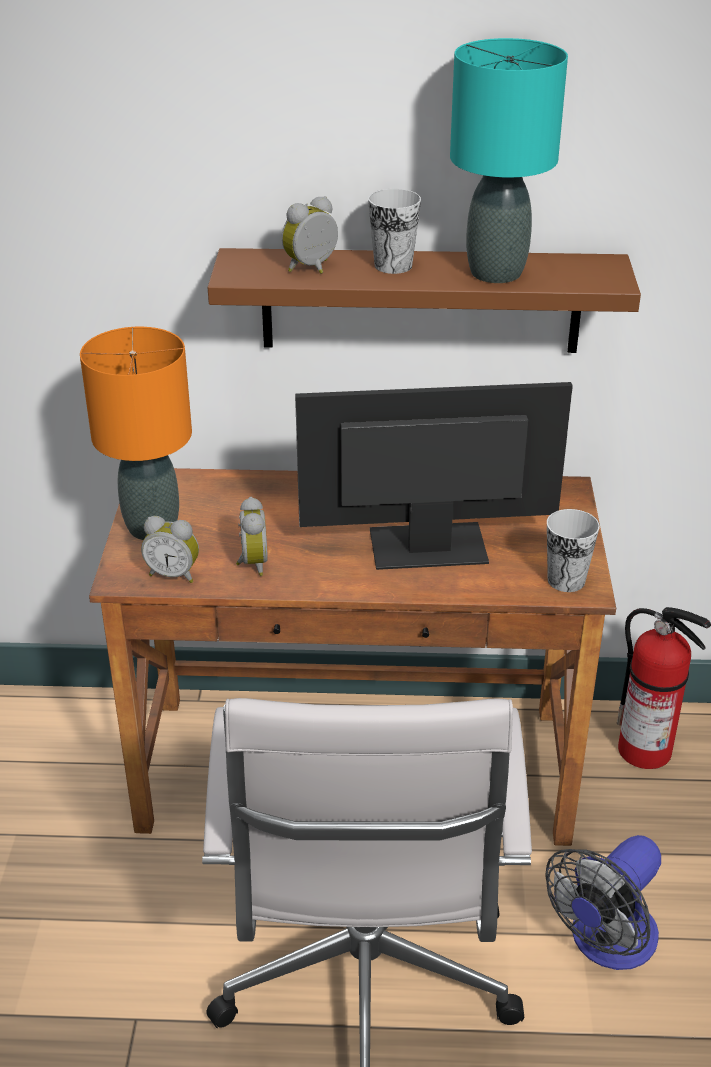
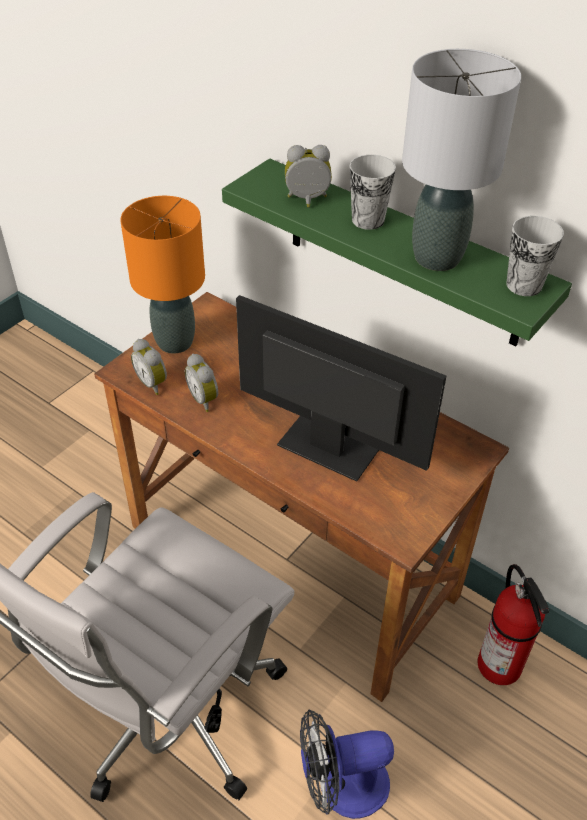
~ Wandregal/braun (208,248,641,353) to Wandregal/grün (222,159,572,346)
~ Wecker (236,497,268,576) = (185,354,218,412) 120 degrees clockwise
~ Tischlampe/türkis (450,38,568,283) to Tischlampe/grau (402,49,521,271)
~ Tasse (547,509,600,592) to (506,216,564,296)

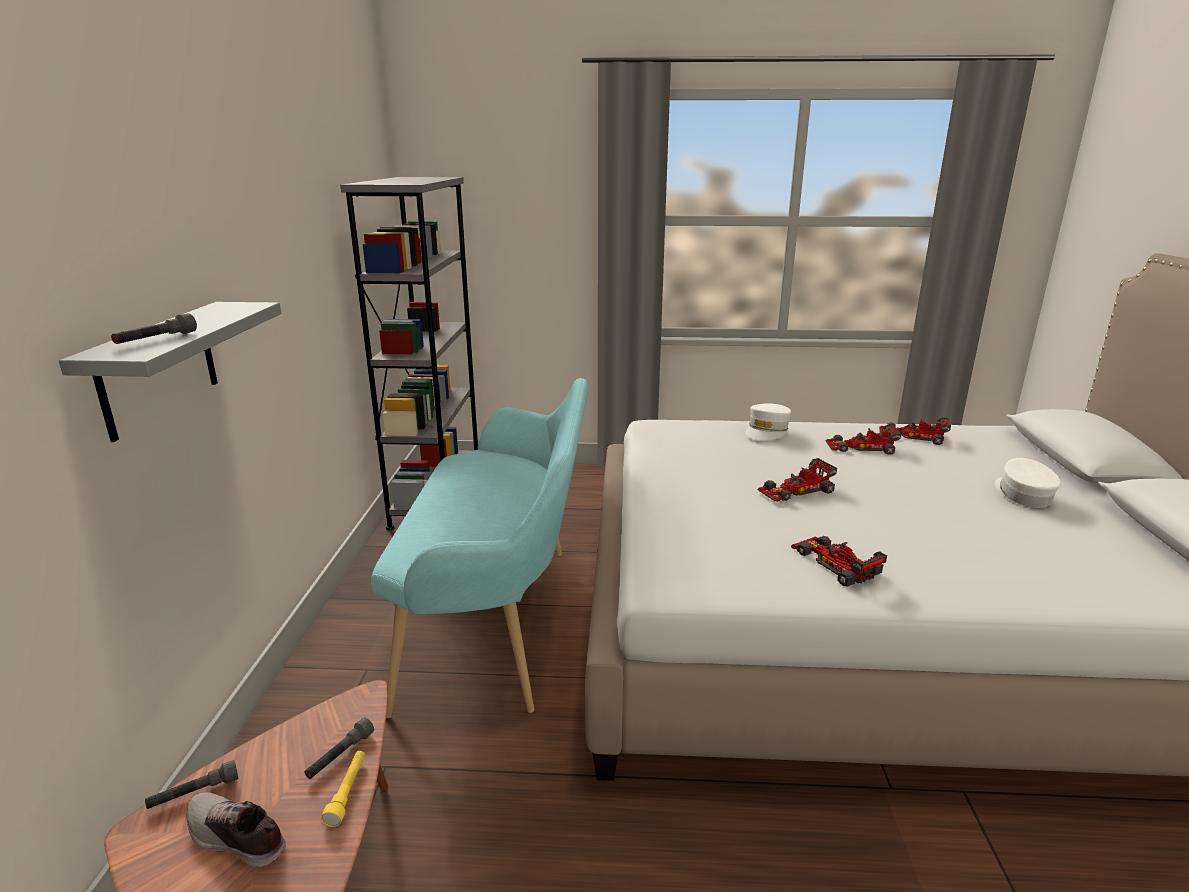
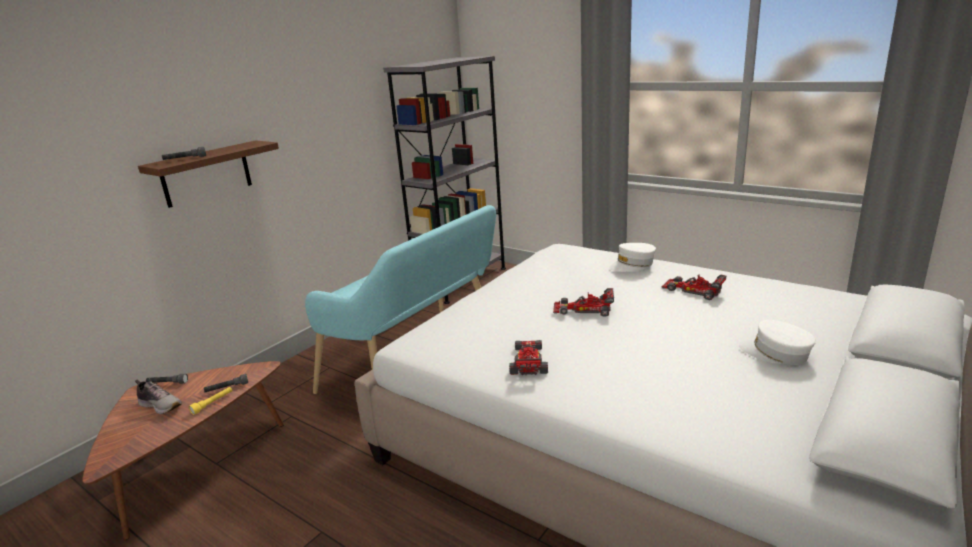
~ Wandregal/grau (59,302,281,442) to Wandregal/braun (138,140,279,208)
~ Schuh (186,792,286,868) = (135,380,182,414) 150 degrees clockwise
- Spielzeugauto (879,417,951,445)
~ Kappe/weiß (995,458,1061,508) = (739,320,816,365) 90 degrees counterclockwise

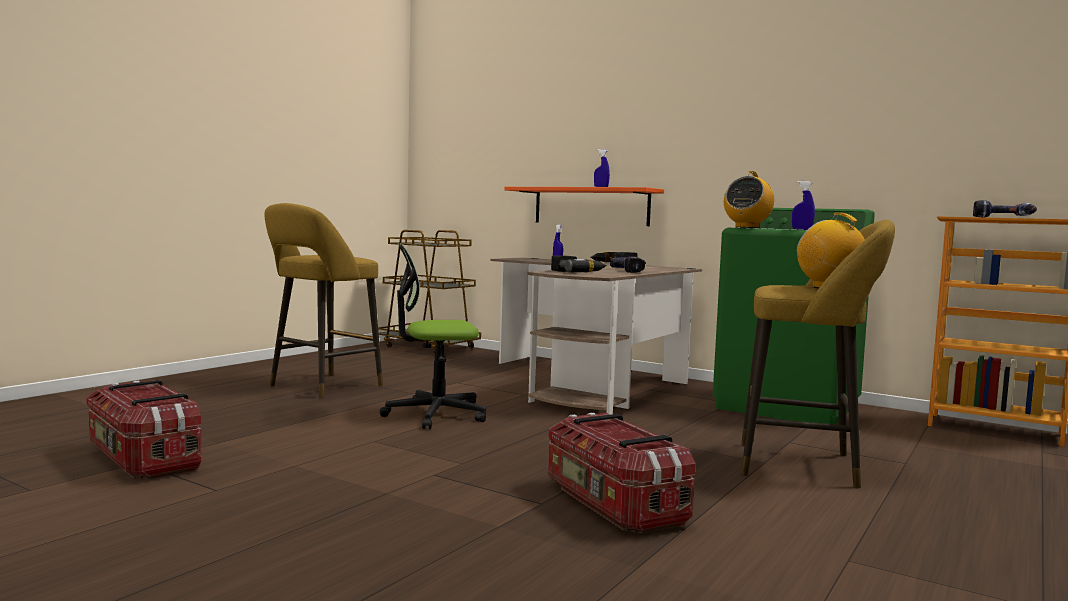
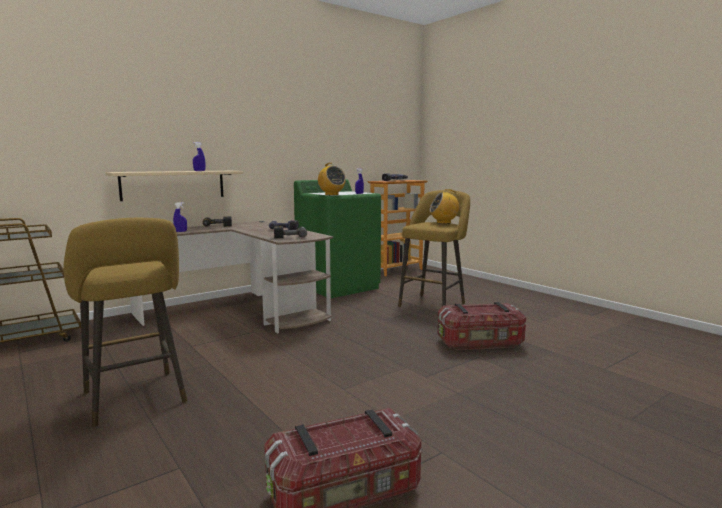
- Bürostuhl (380,243,486,429)
~ Wandregal/orange (504,187,664,226) to Wandregal/beige (105,171,243,201)

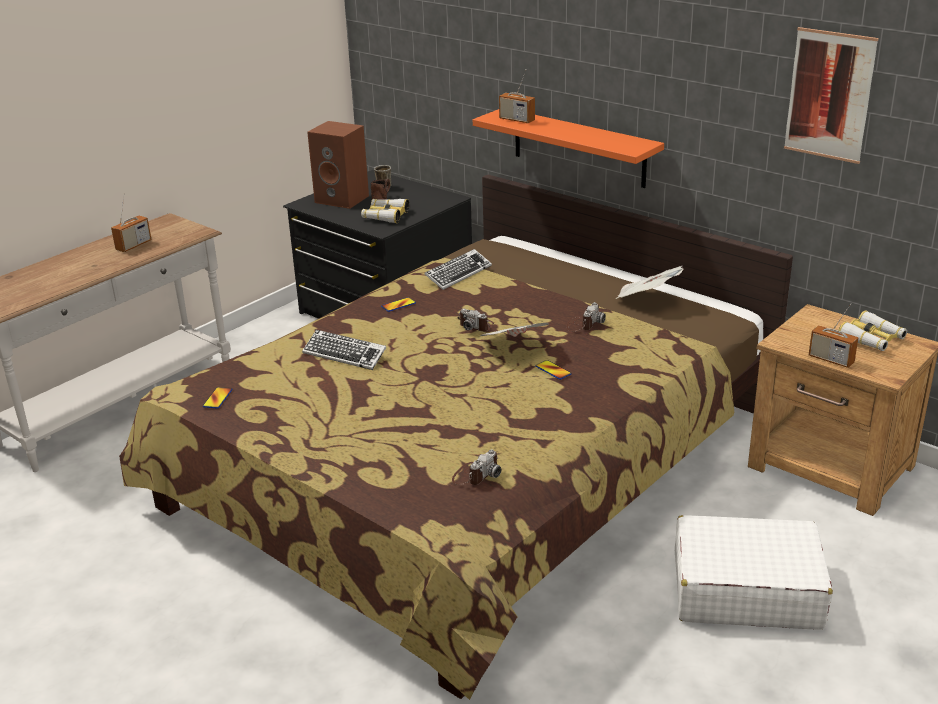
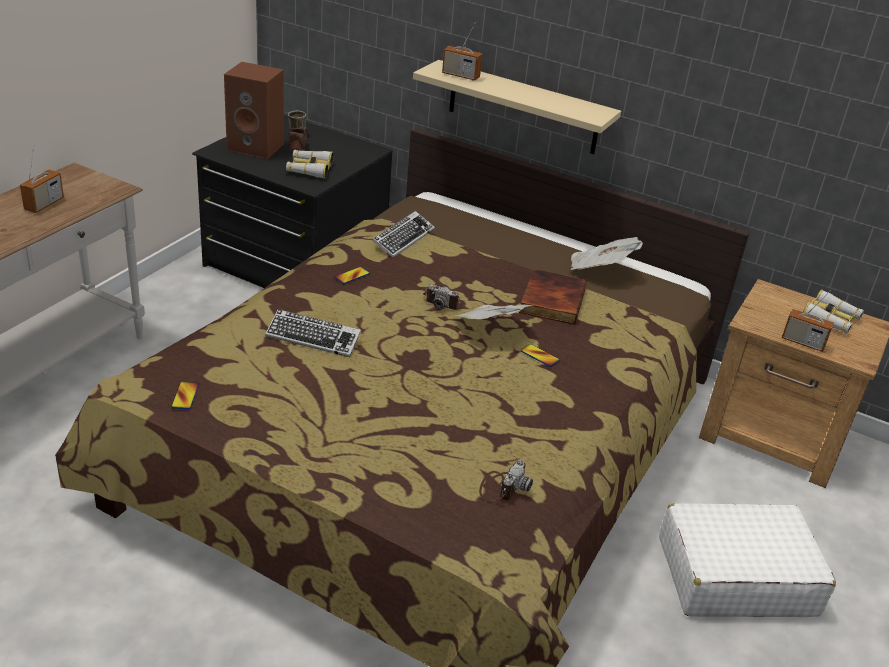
~ Wandregal/orange (473,109,664,188) to Wandregal/beige (413,60,621,154)
~ Kamera (566,302,606,331) to Buch (519,269,587,325)
- Bild (784,27,878,164)

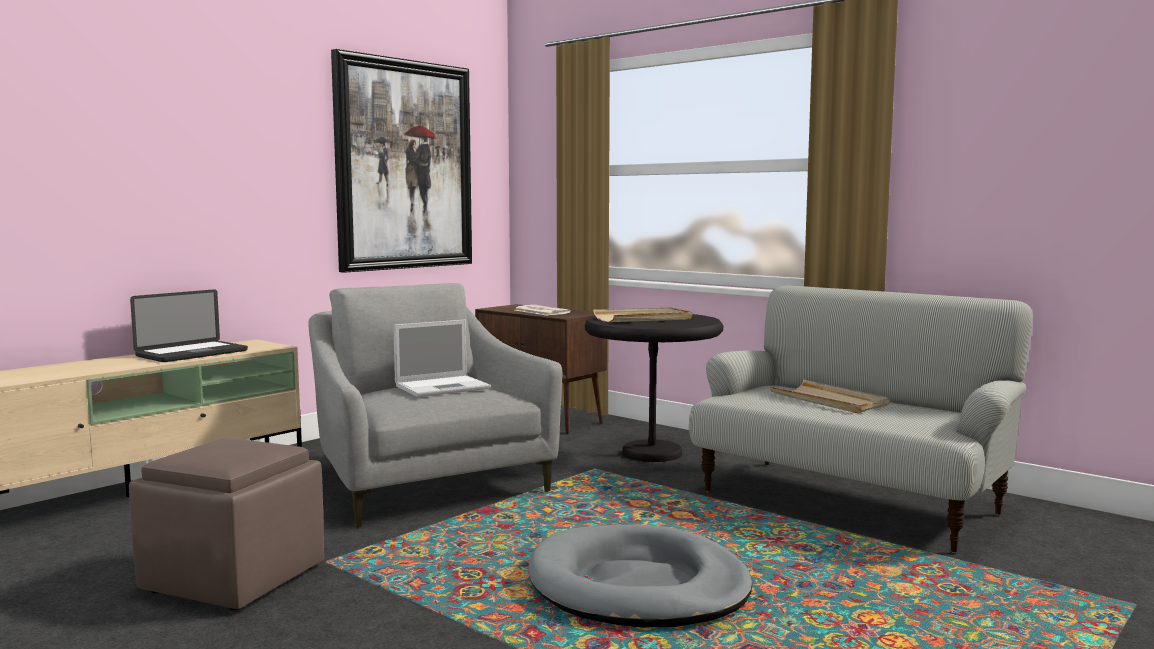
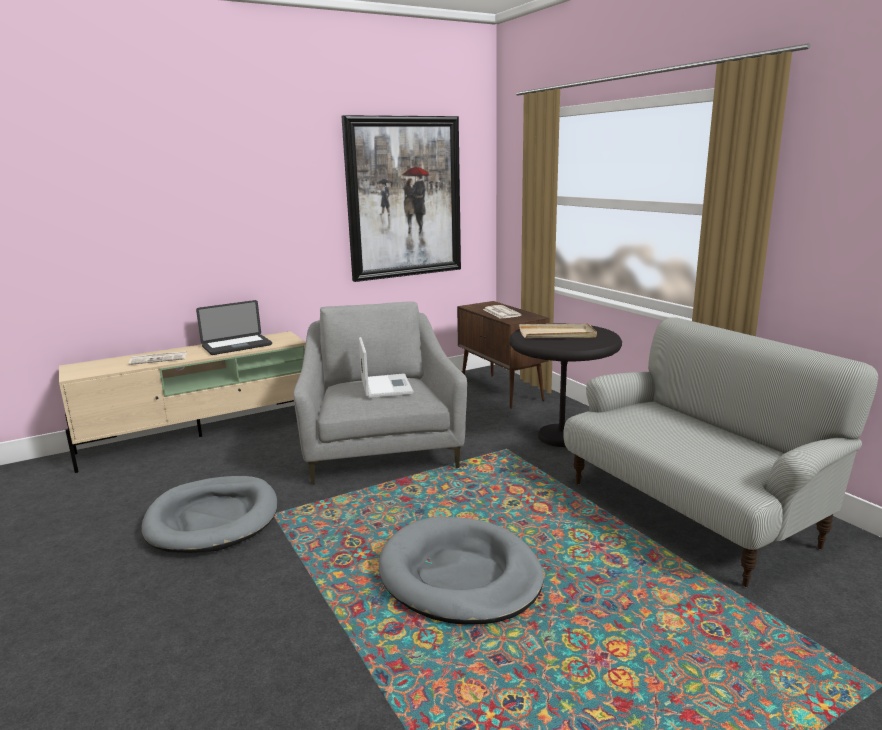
~ Polsterhocker/braun (129,438,324,610) to Hundebett/grau (142,476,278,553)
~ Laptop (393,320,491,397) = (359,337,414,398) 90 degrees counterclockwise
- Tablett/beige (769,380,890,413)
+ Zeitung (129,351,187,365)

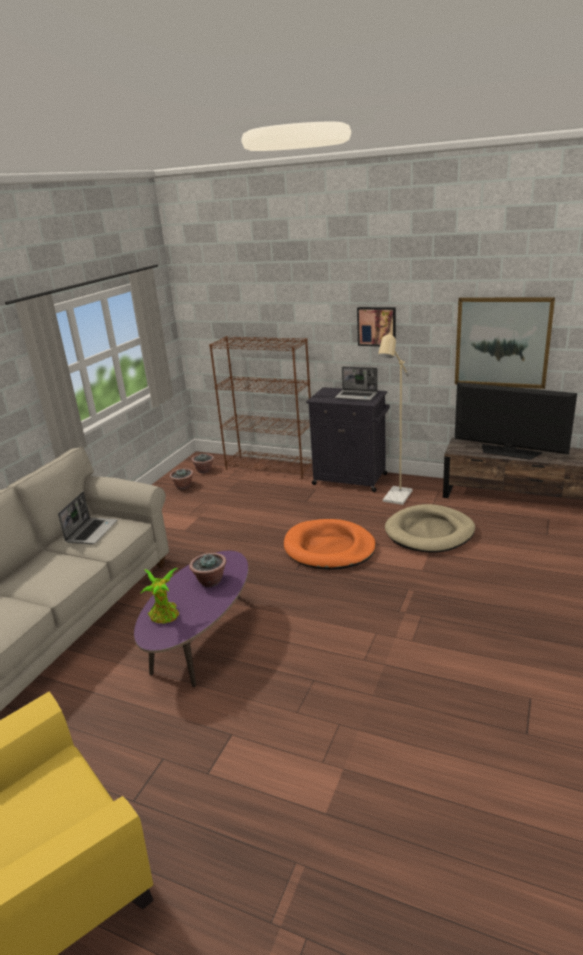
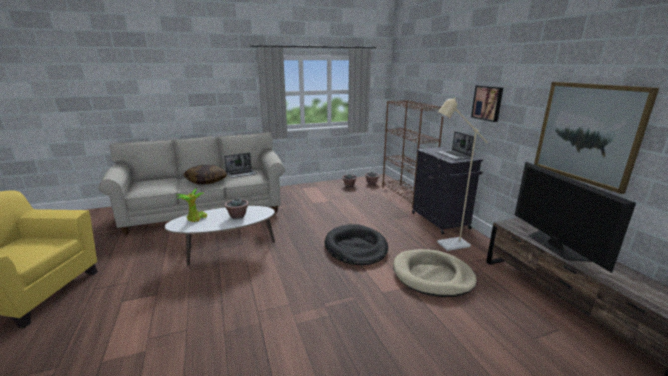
~ Couchtisch/lila (134,551,248,687) to Couchtisch/weiß (165,206,275,265)
~ Hundebett/orange (284,519,376,570) to Hundebett/schwarz (325,224,388,265)
+ Kissen (183,165,227,185)

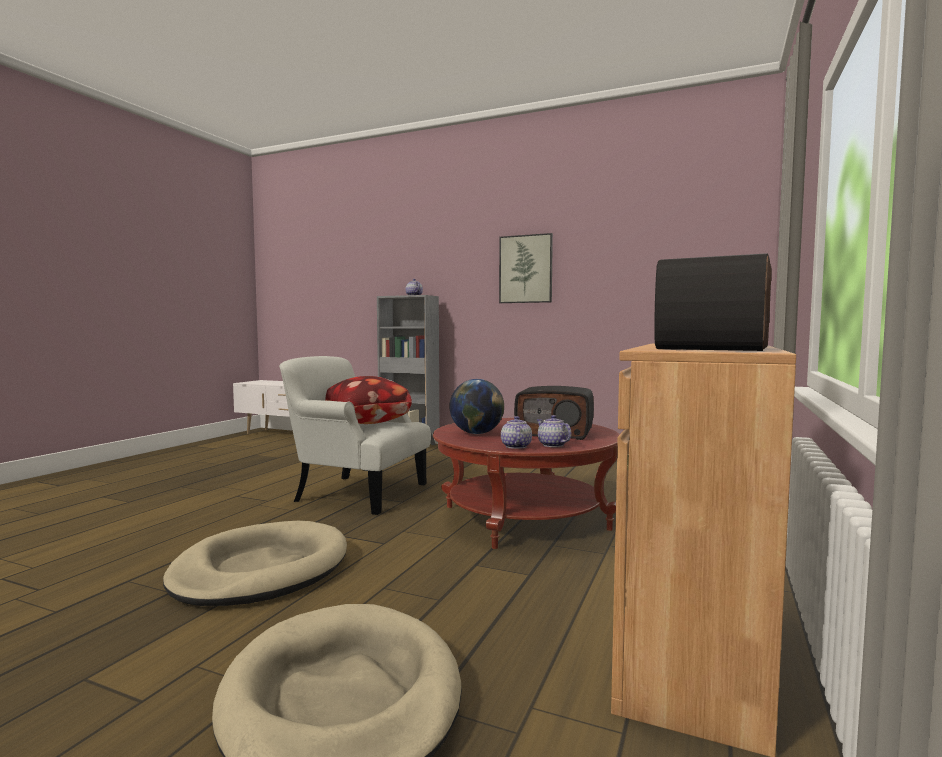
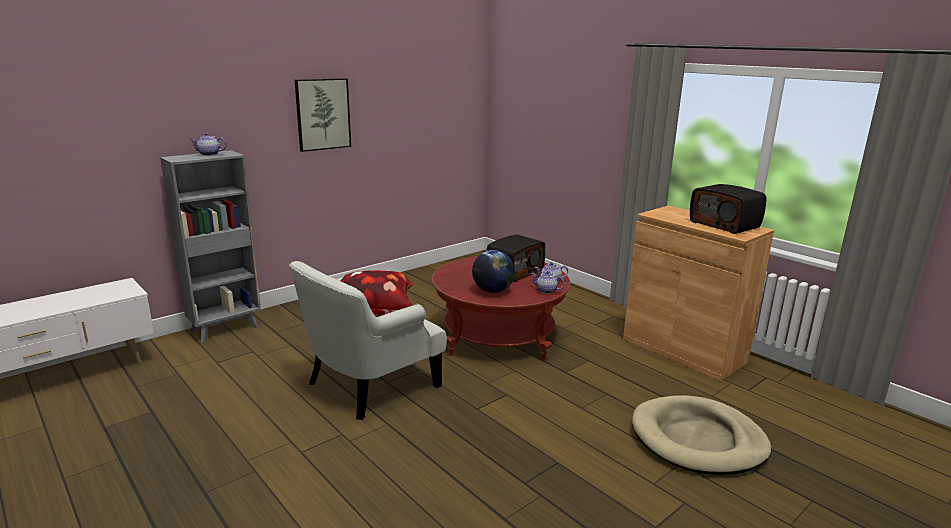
- Hundebett/beige (163,521,347,606)

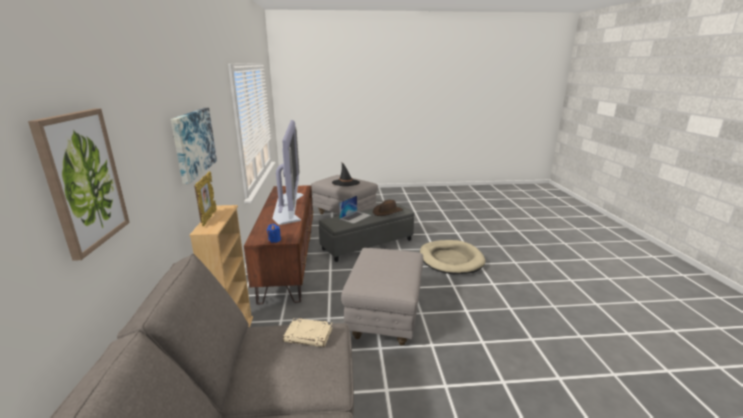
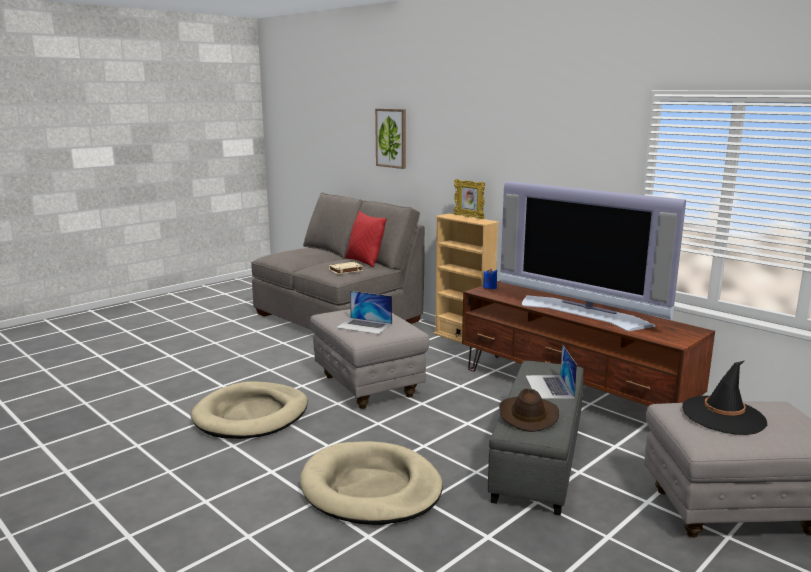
- Bild (171,108,217,184)
+ Hundebett/beige (191,381,308,439)
+ Laptop (336,291,392,334)
+ Kissen/rot (345,211,387,267)

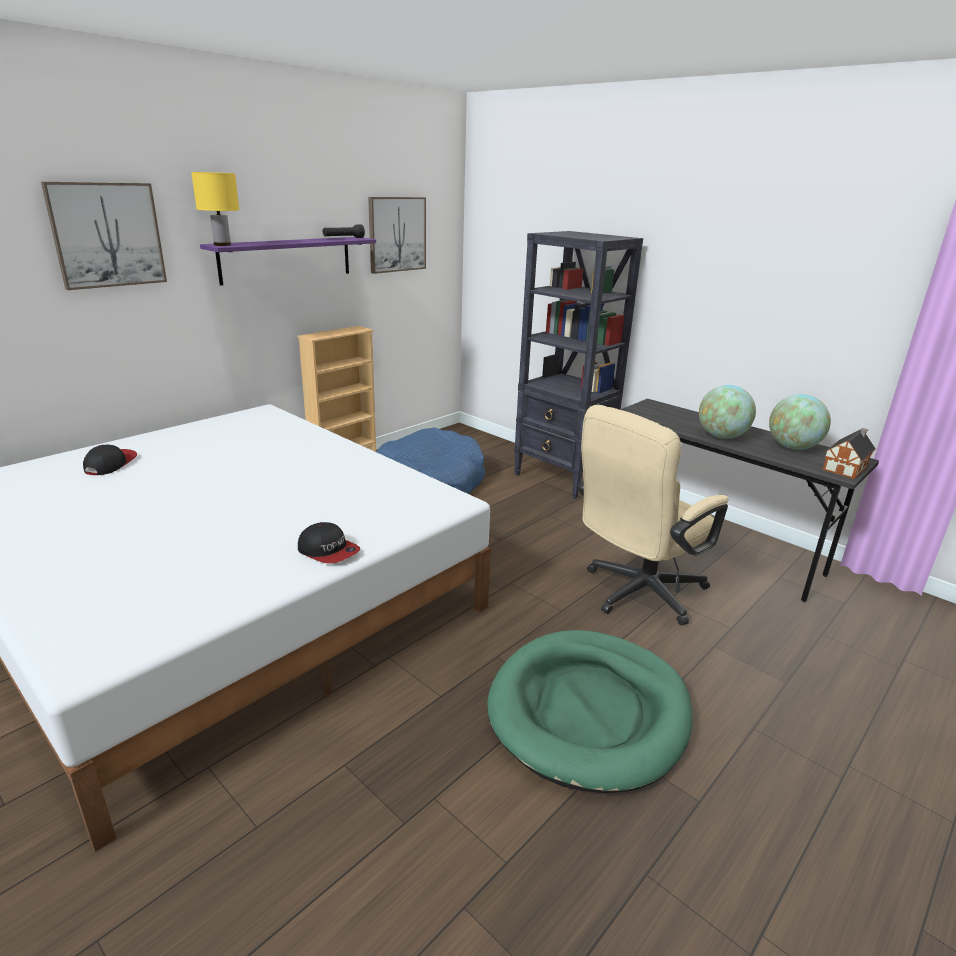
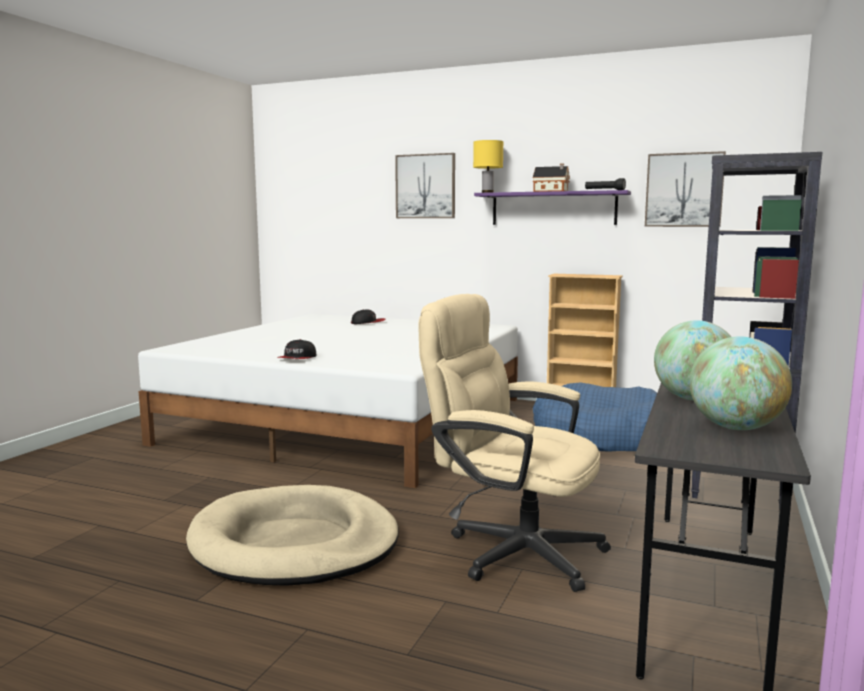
~ Hundebett/grün (487,630,693,793) to Hundebett/beige (186,485,399,586)
~ Spielzeughaus (823,428,876,479) to (533,163,570,192)

